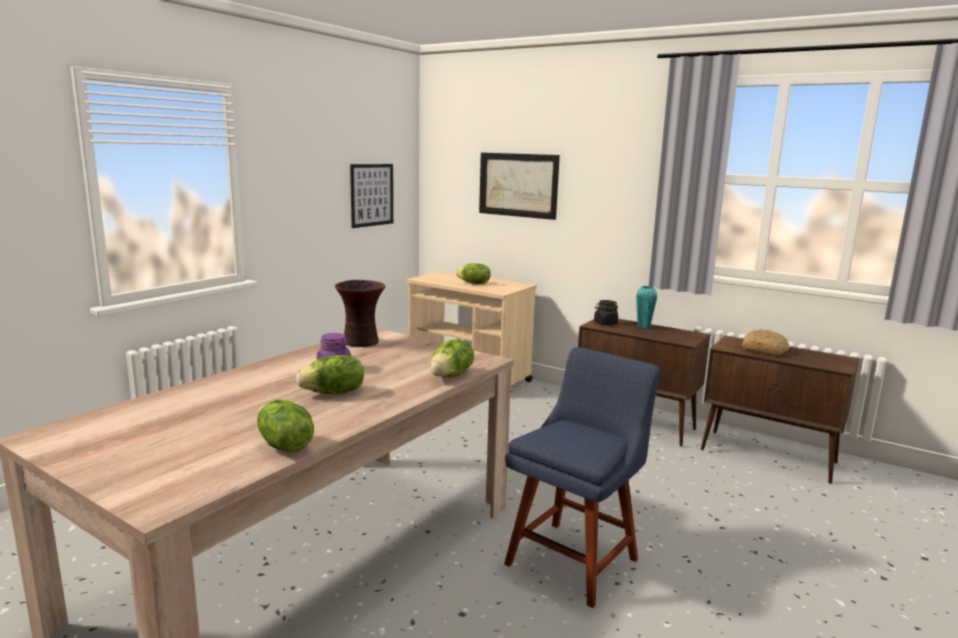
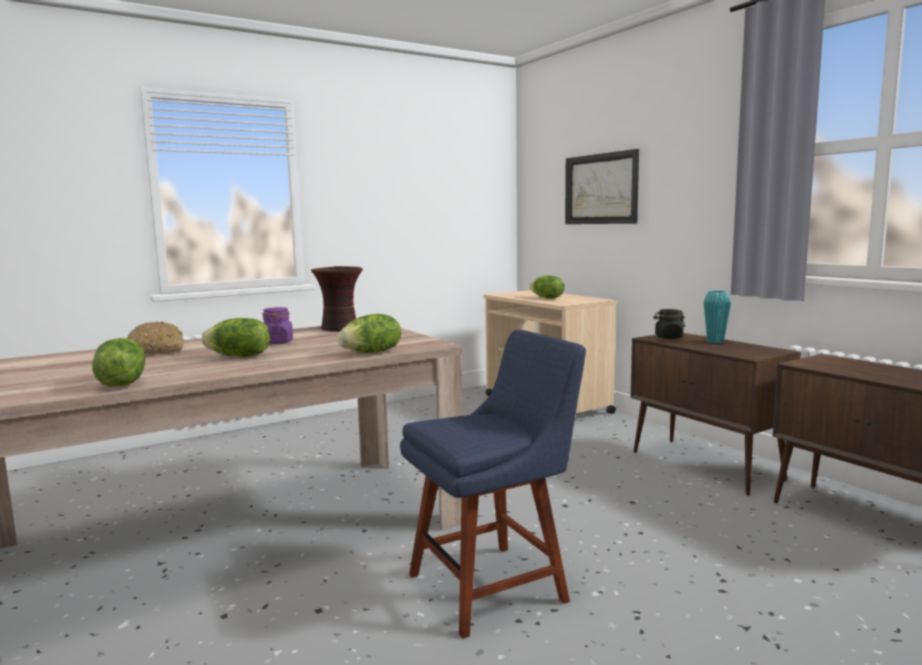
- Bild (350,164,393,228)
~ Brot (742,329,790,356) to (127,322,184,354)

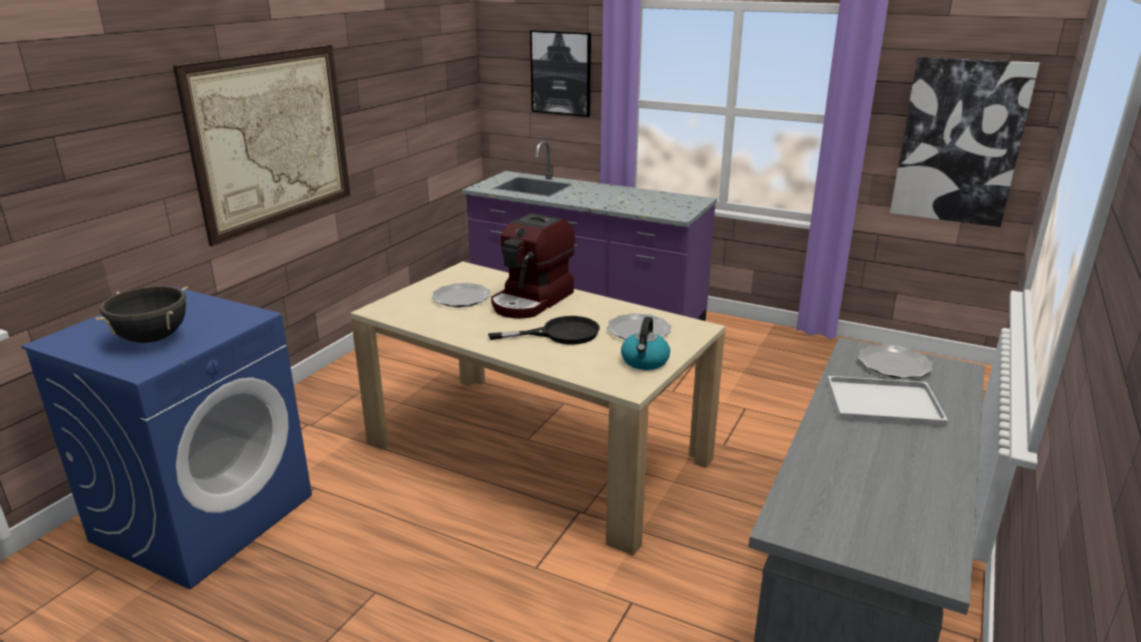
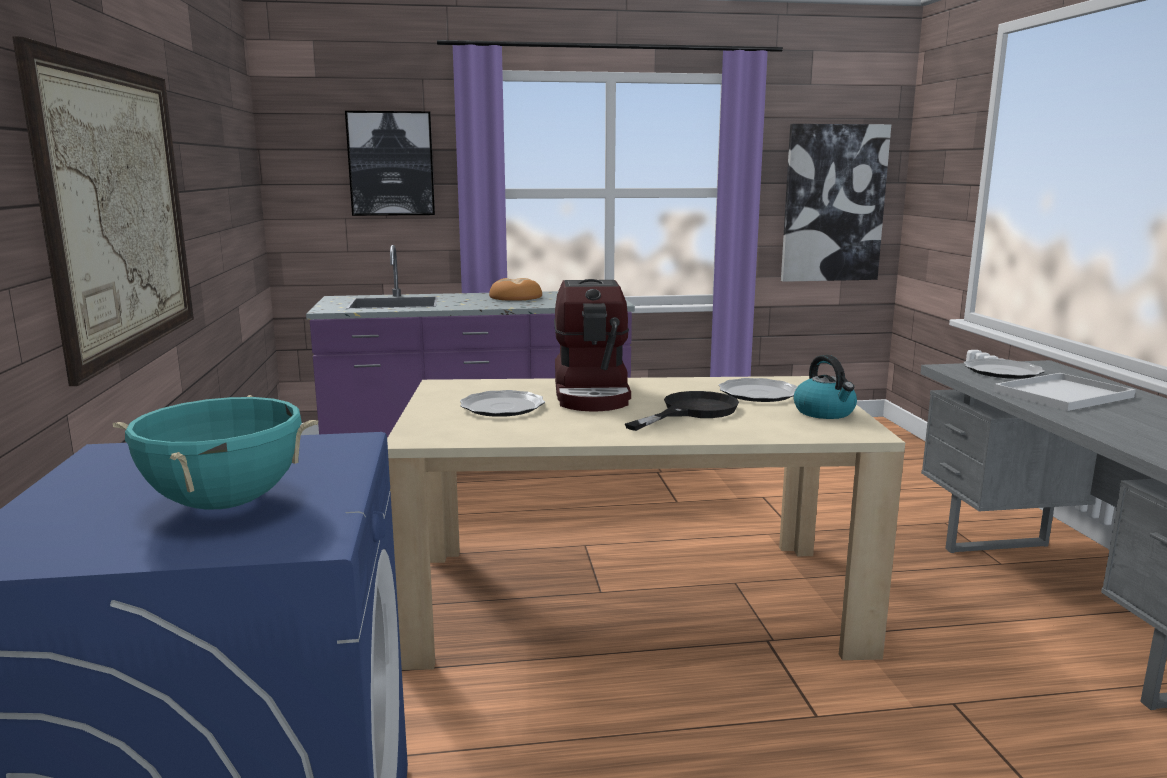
~ Kochtopf/schwarz (95,286,188,343) to Kochtopf/türkis (113,395,319,509)
+ Brot (489,278,542,301)

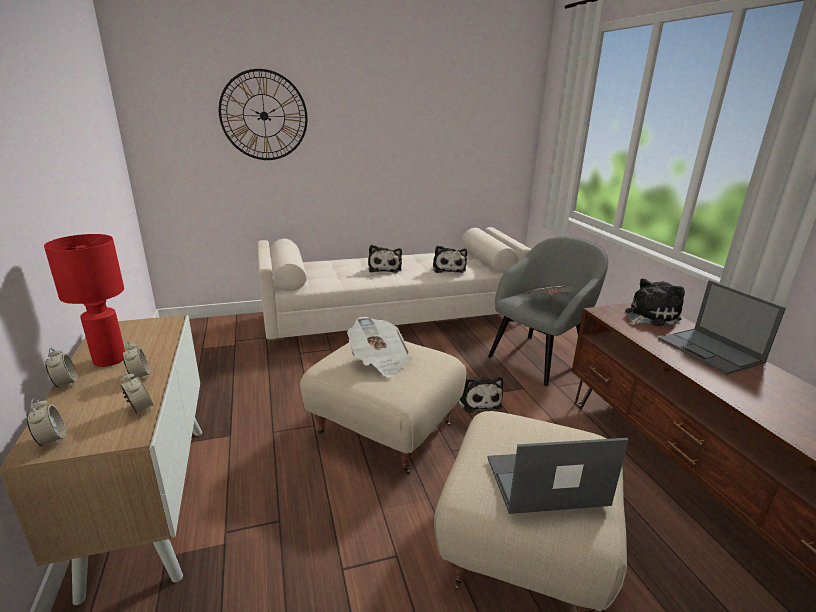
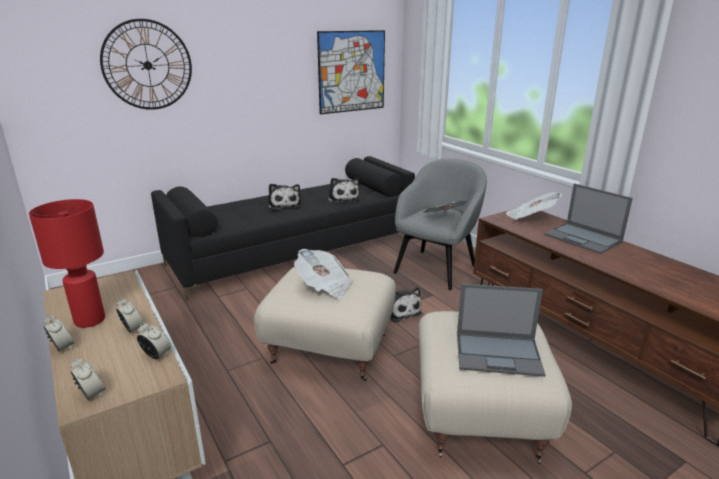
~ Sofa/beige (257,227,531,353) to Sofa/schwarz (151,156,415,302)
~ Laptop (487,438,629,514) = (457,284,546,377) 150 degrees counterclockwise
~ Plüschtier (625,278,685,326) to Zeitung (506,192,562,220)
+ Bild (317,30,385,114)

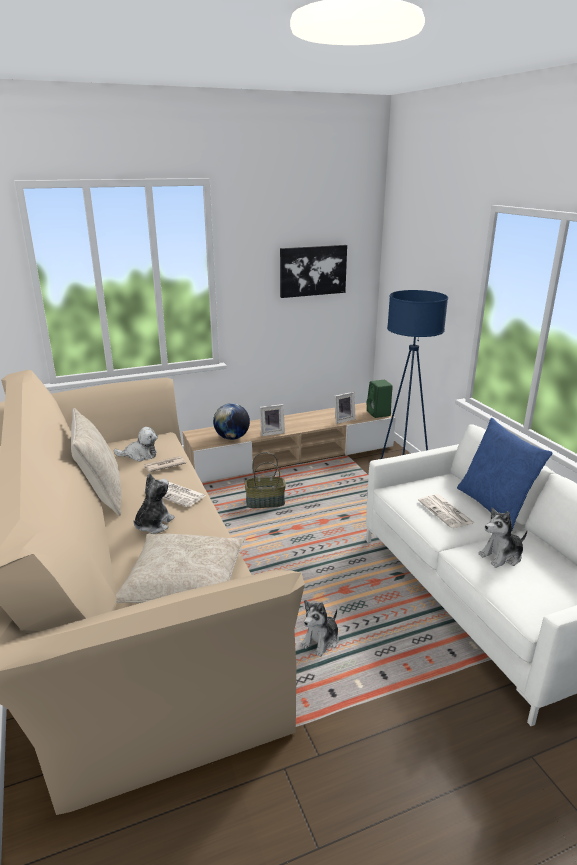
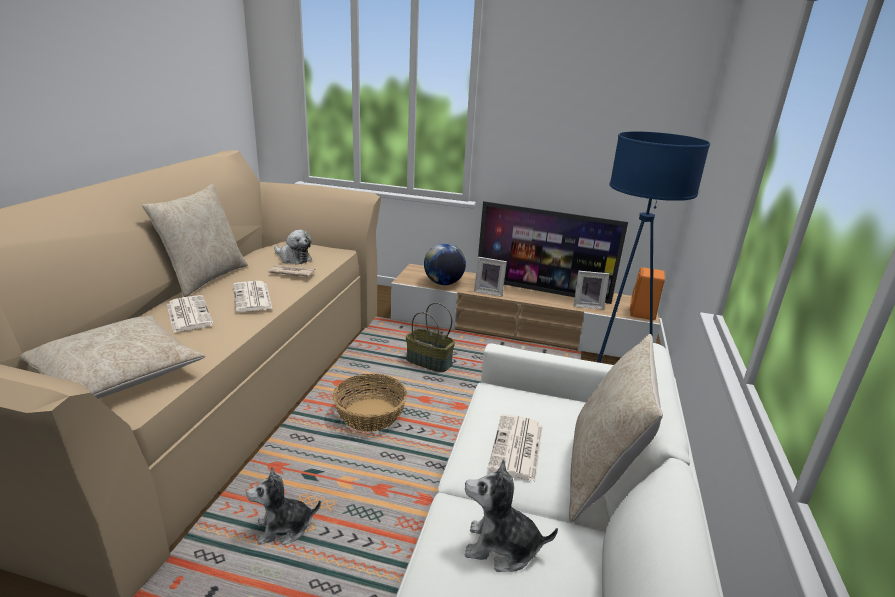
~ Plüschtier (134,473,175,534) to Zeitung (167,295,213,333)
- Bild (280,245,347,298)
~ Lautsprecher/grün (367,380,393,418) to Lautsprecher/orange (630,267,665,320)
~ Kissen/blau (457,418,553,532) to Kissen/beige (569,334,663,522)
+ Korb (333,374,407,432)
+ Fernseher (478,201,628,304)

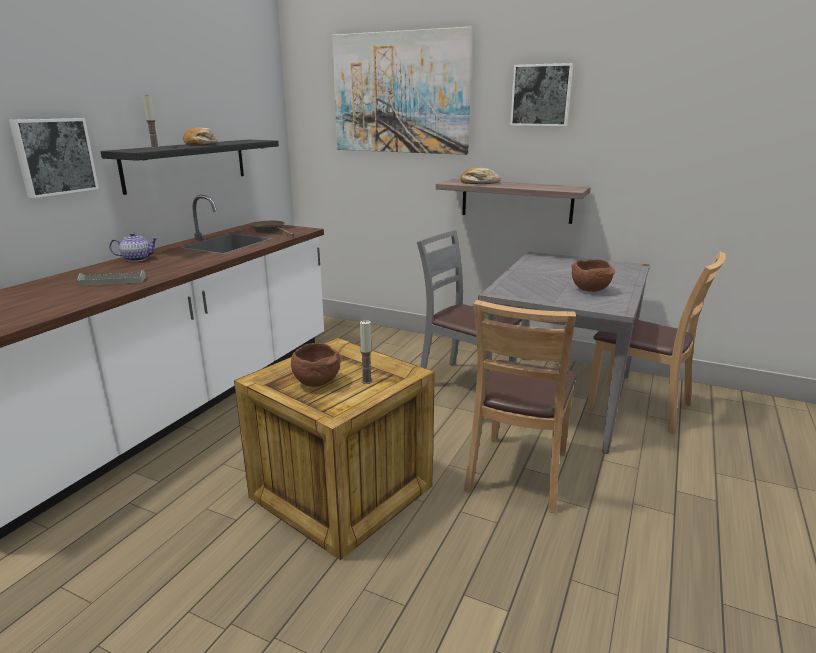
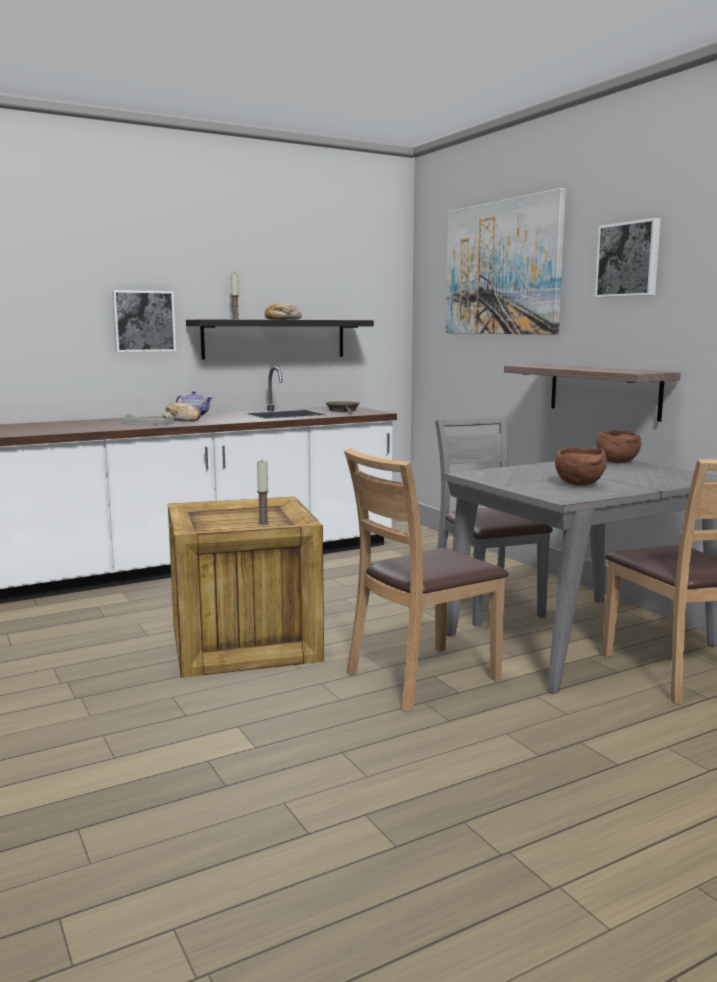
~ Schüssel/braun (291,343,341,387) to (596,430,641,463)
~ Brot (460,168,501,184) to (162,403,200,422)

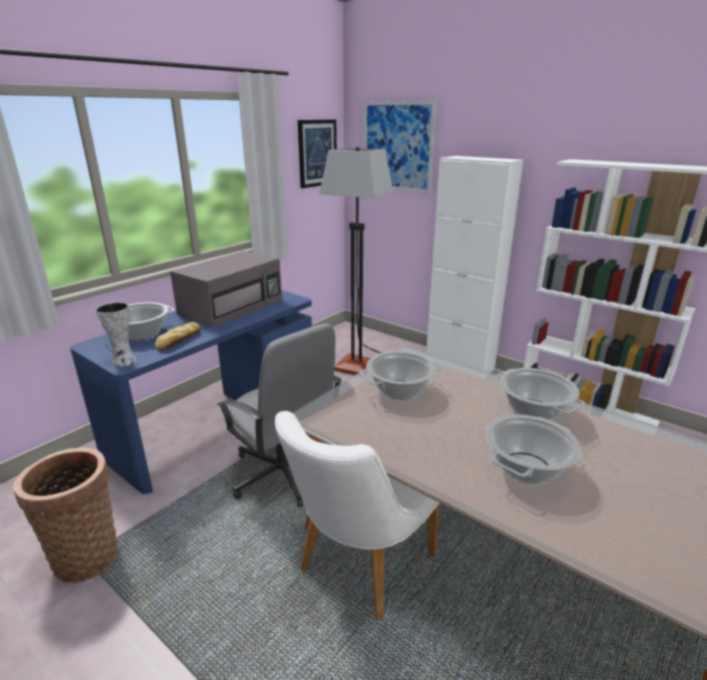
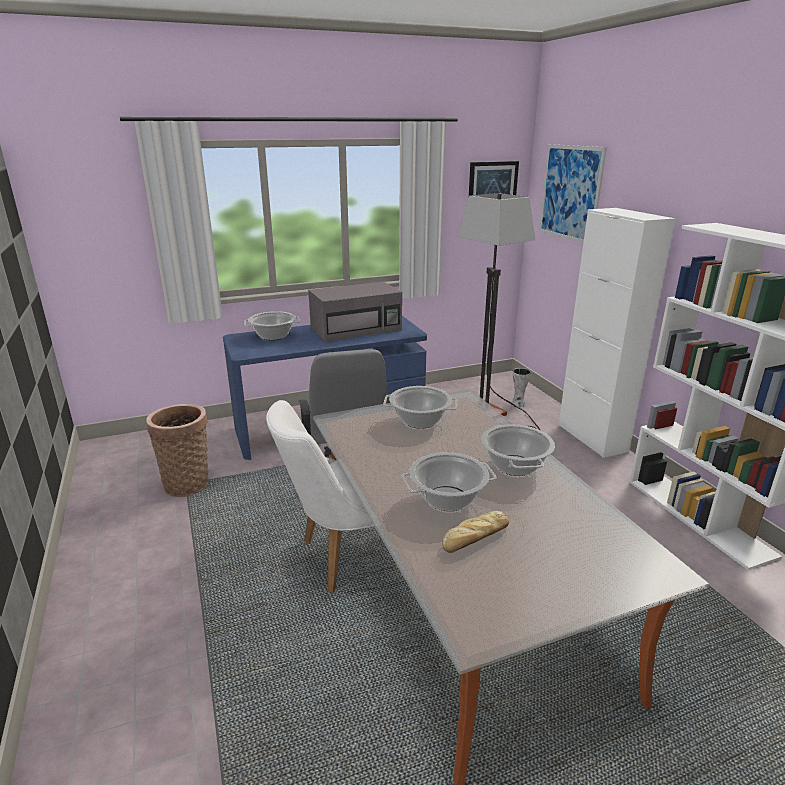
~ Vase (96,302,136,367) to (512,368,531,407)
~ Brot (155,322,201,351) to (442,511,509,553)

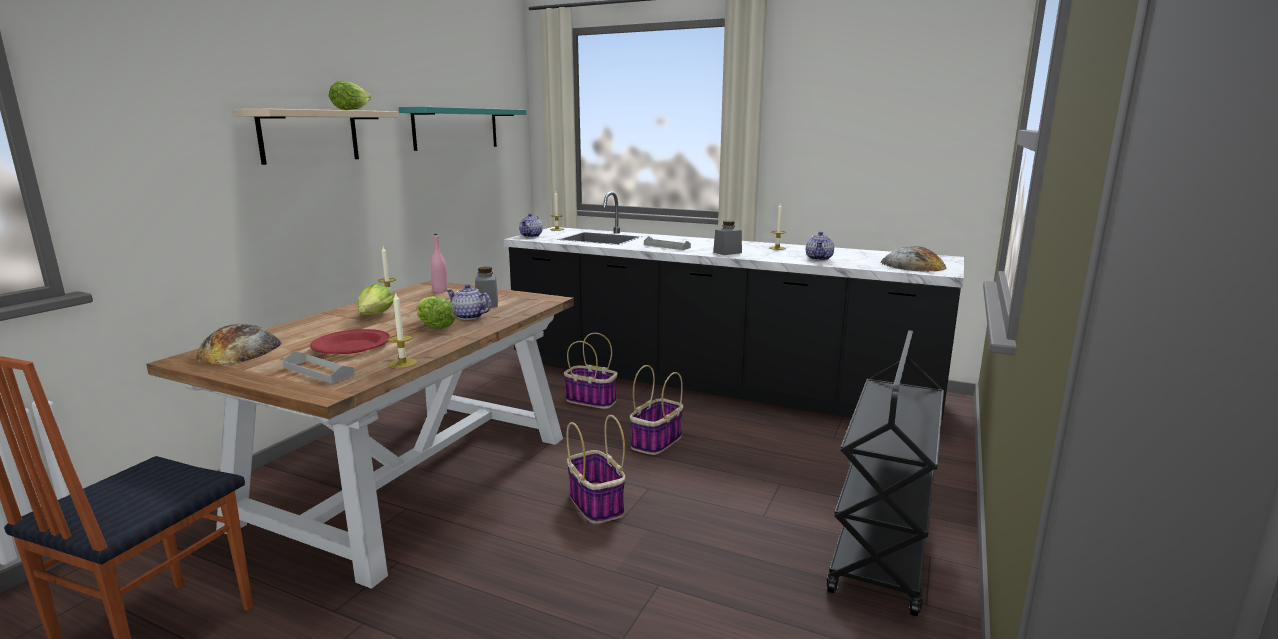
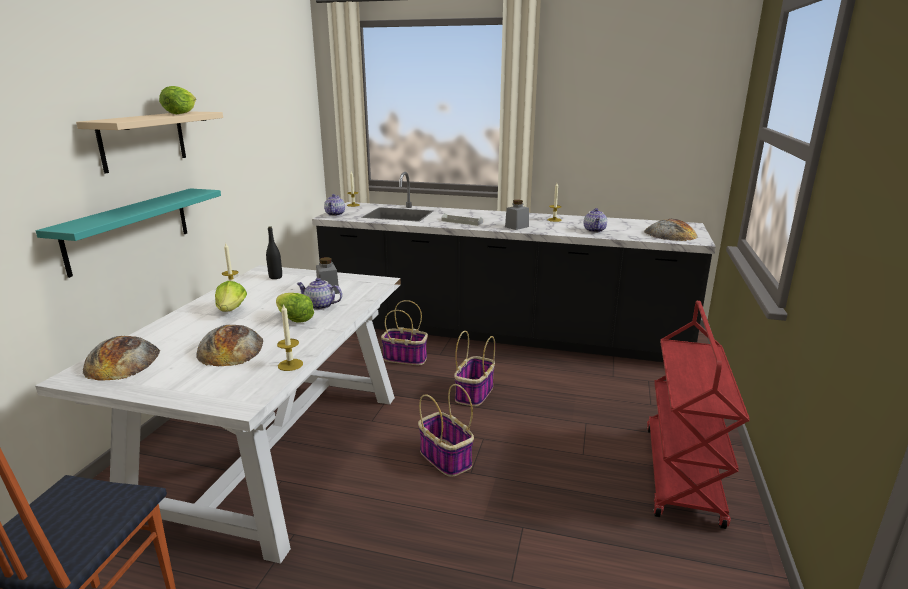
~ Esstisch/braun (146,280,574,589) to Esstisch/weiß (35,265,401,564)
- Tablett/grau (283,351,355,383)
~ Teller/rot (310,329,391,354) to Brot (196,325,263,366)
~ Wandregal/türkis (399,107,526,151) to (36,188,221,278)
~ Flasche/rosa (430,234,448,293) to Flasche/schwarz (266,226,282,279)
~ Rollwagen/schwarz (827,330,944,616) to Rollwagen/rot (647,301,750,529)

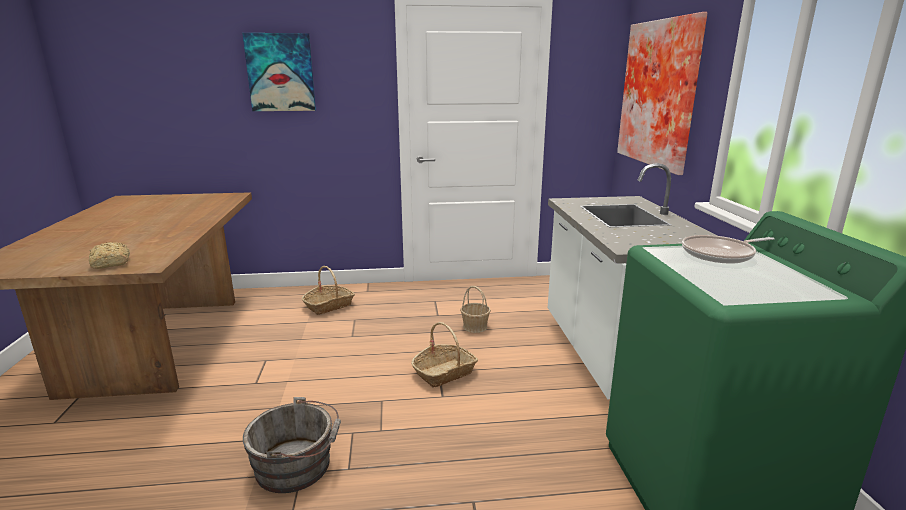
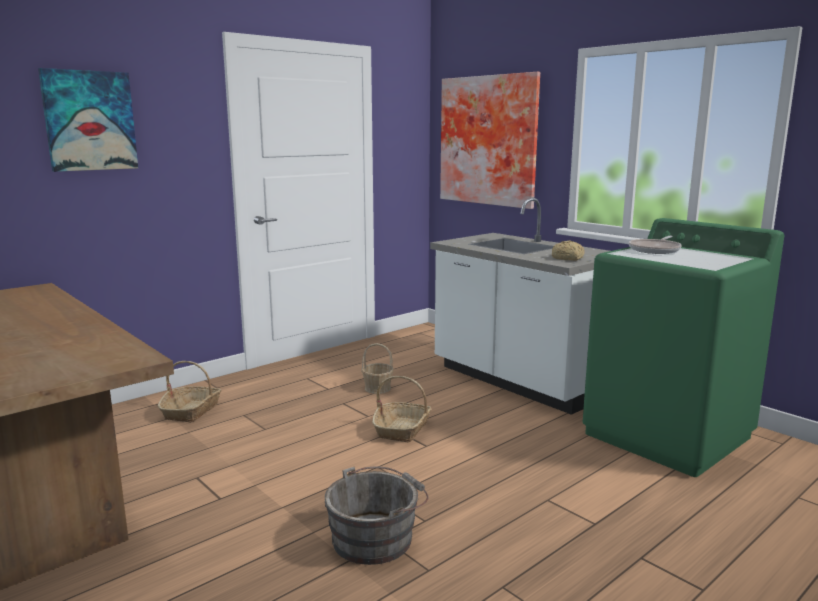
~ Brot (89,242,130,269) to (552,241,584,261)

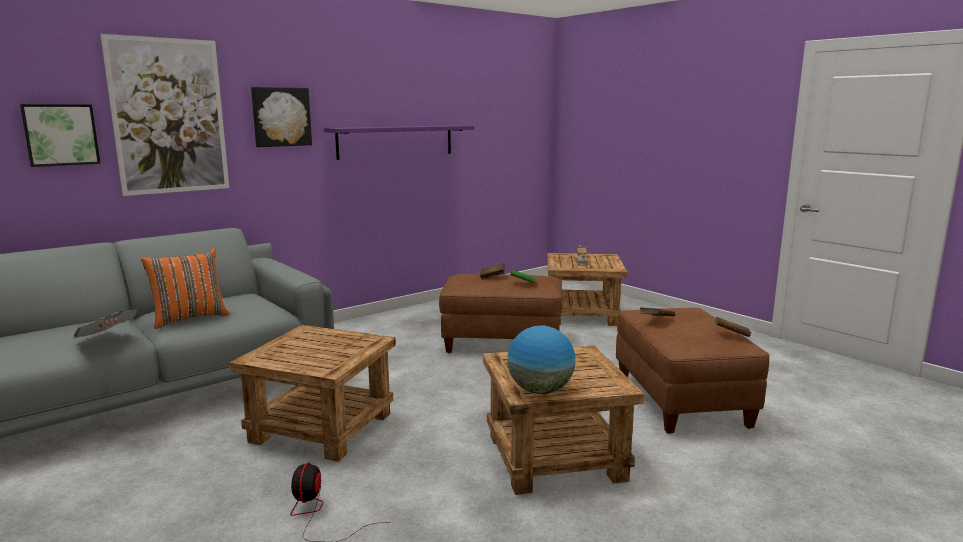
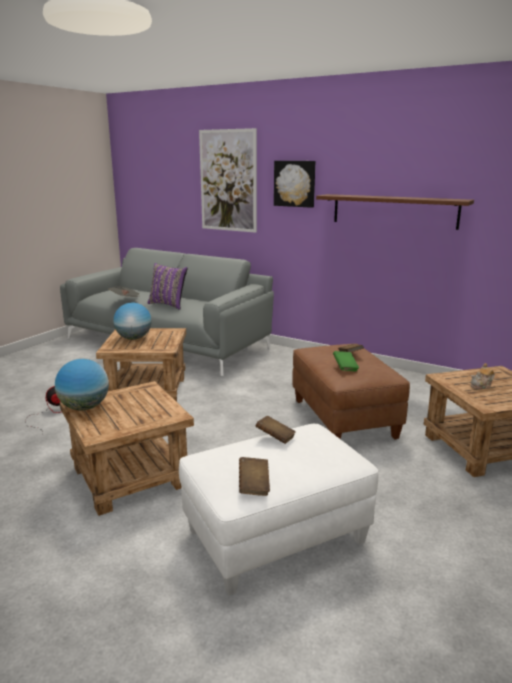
- Bild (20,104,101,167)
~ Kissen/orange (141,248,229,329) to Kissen/lila (147,263,188,310)
~ Wandregal/lila (324,125,474,160) to Wandregal/braun (316,194,474,230)
~ Polsterhocker/braun (616,308,769,434) to Polsterhocker/weiß (179,424,378,596)
+ Globus (113,302,152,340)

